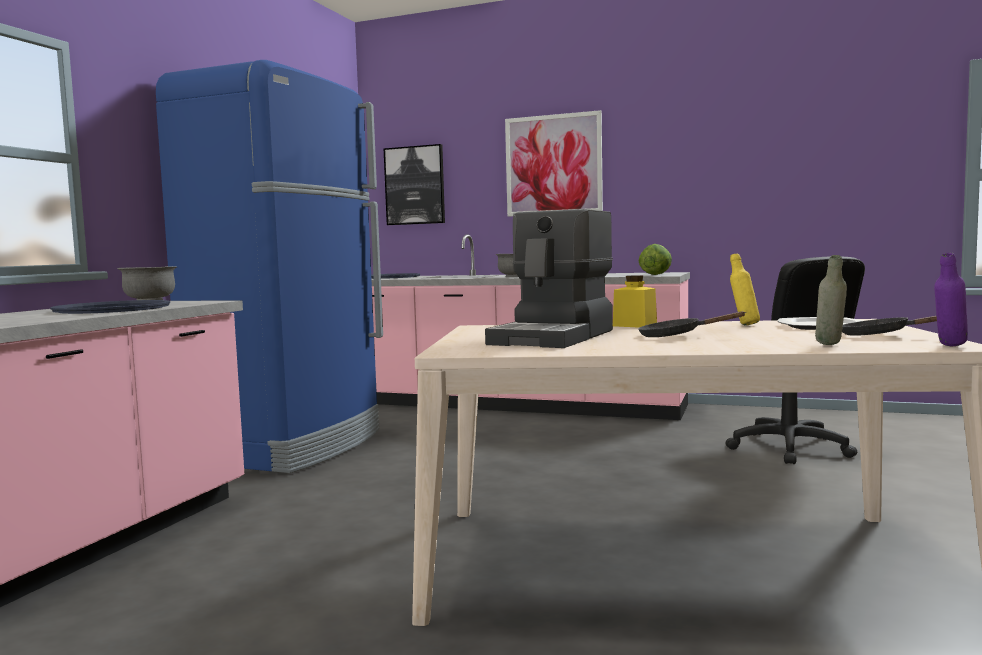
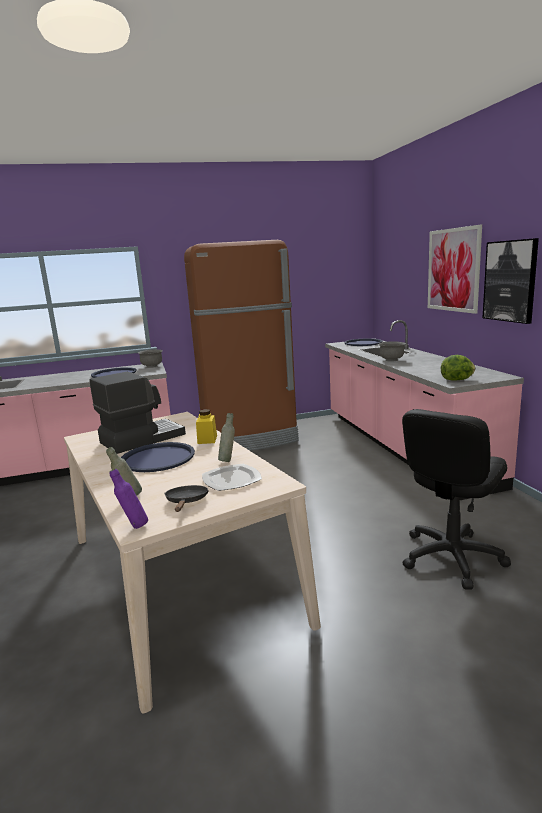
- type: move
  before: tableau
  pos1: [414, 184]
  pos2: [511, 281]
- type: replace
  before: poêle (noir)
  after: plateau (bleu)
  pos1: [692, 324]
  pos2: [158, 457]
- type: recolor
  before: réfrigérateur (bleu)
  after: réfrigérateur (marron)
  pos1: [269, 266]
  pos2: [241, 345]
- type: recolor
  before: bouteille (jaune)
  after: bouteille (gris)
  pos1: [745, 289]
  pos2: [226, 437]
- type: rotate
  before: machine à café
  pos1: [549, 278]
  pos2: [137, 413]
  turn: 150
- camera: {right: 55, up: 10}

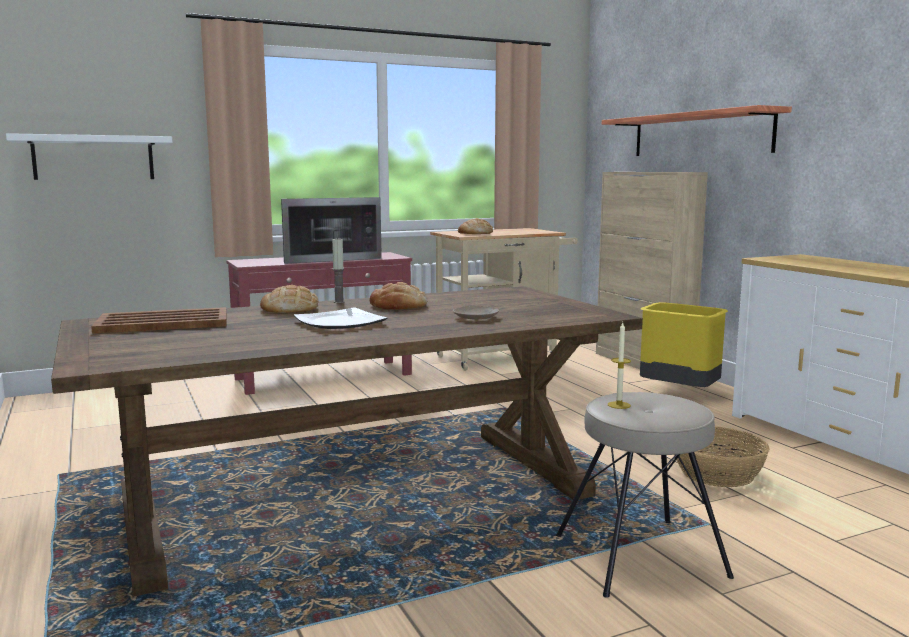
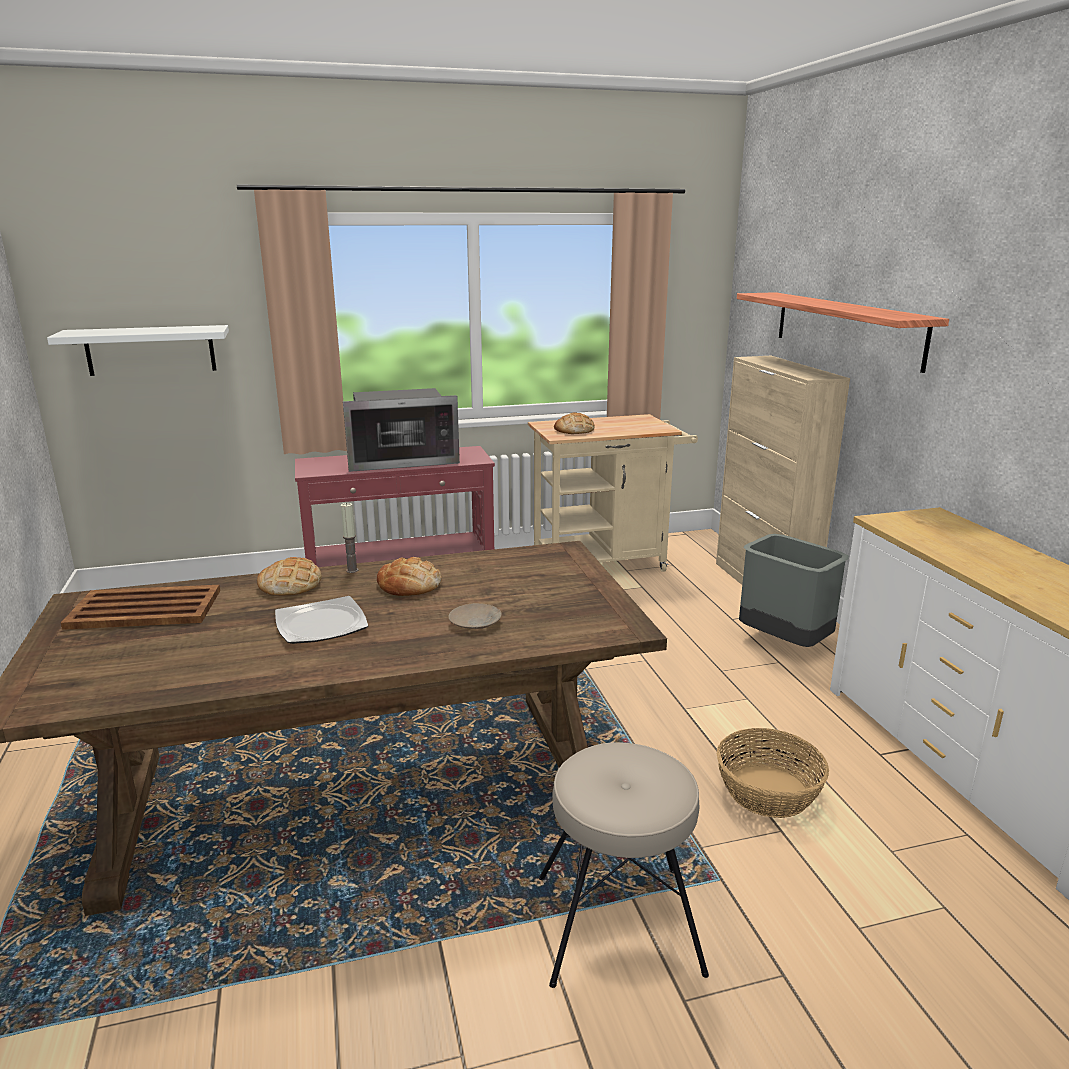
- type: delete
  before: bougie
  pos1: [619, 366]
- type: recolor
  before: poubelle (jaune)
  after: poubelle (gris)
  pos1: [684, 344]
  pos2: [794, 590]
- camera: {right: 10, up: 10}

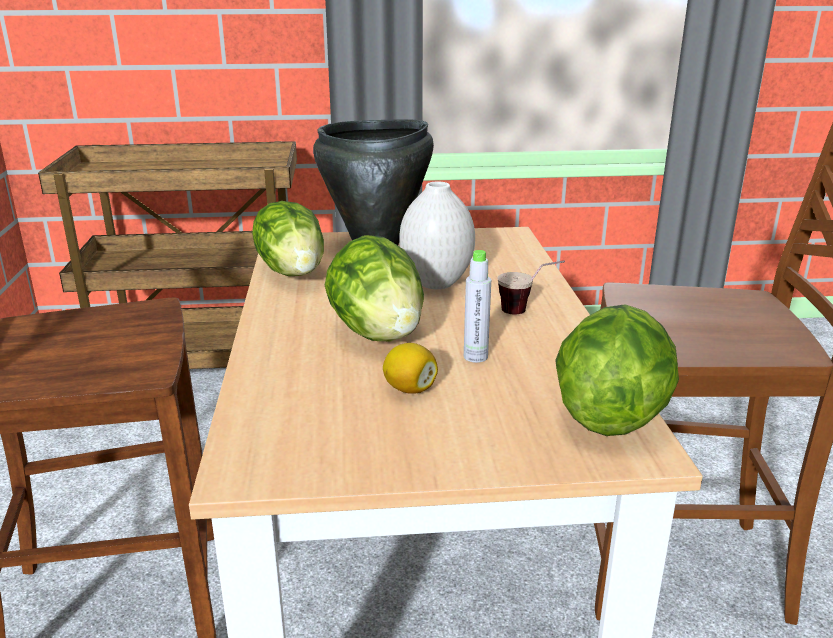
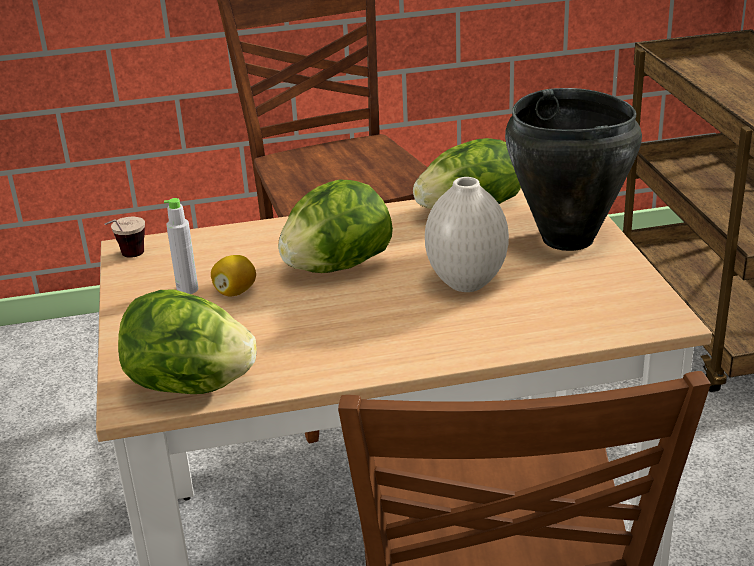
- type: move
  before: bouteille (gris)
  pos1: [477, 306]
  pos2: [181, 246]
- type: move
  before: tasse
  pos1: [531, 287]
  pos2: [125, 237]
- camera: {right: 85, up: 5}

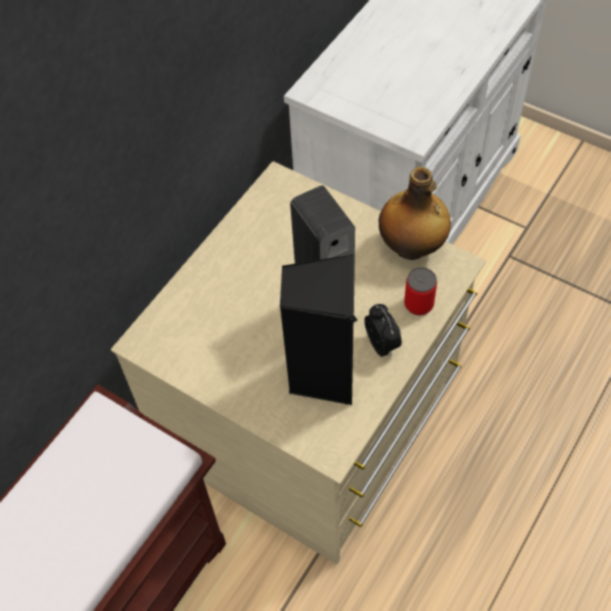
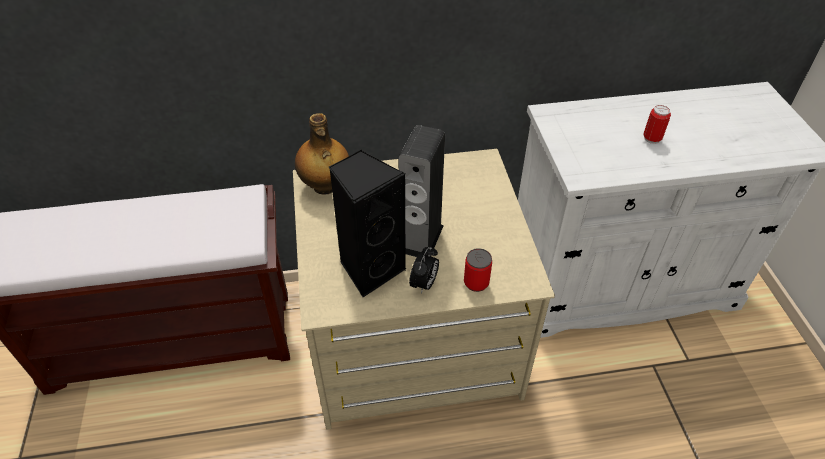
- type: insert
  after: boîte métallique
  pos2: [657, 124]
- type: move
  before: bouteille
  pos1: [414, 213]
  pos2: [322, 154]
- camera: {right: 45, up: -10}

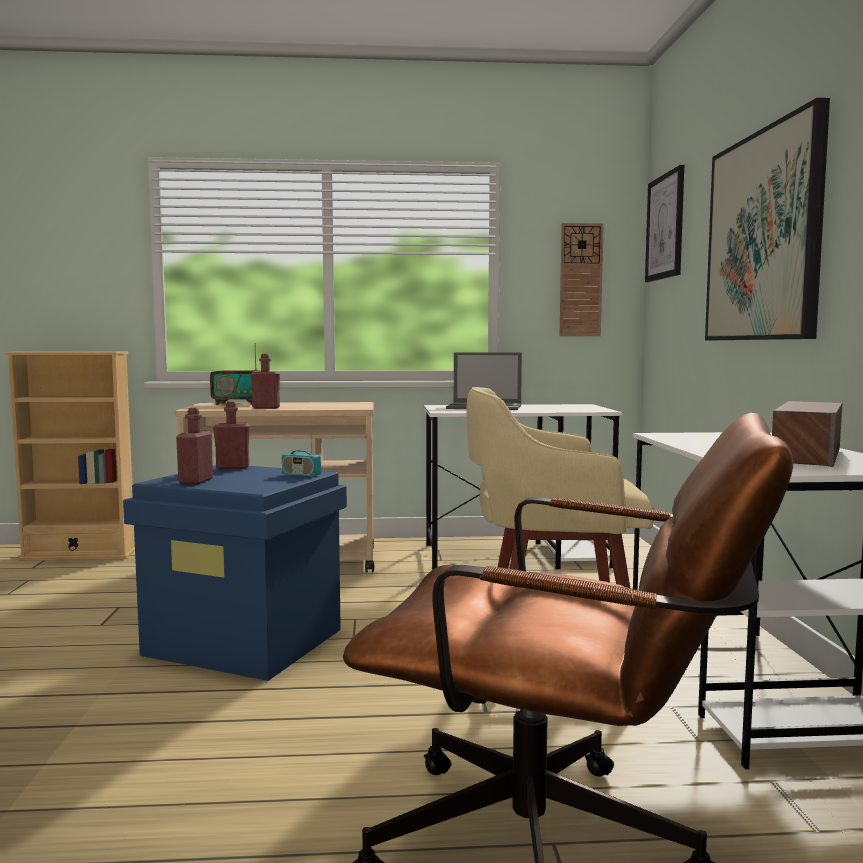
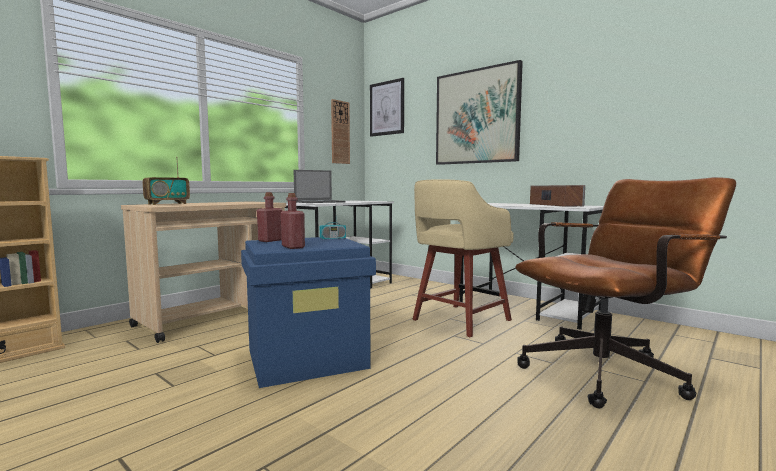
- type: delete
  before: bouteille (rouge)
  pos1: [265, 381]
- camera: {right: -45, up: 0}

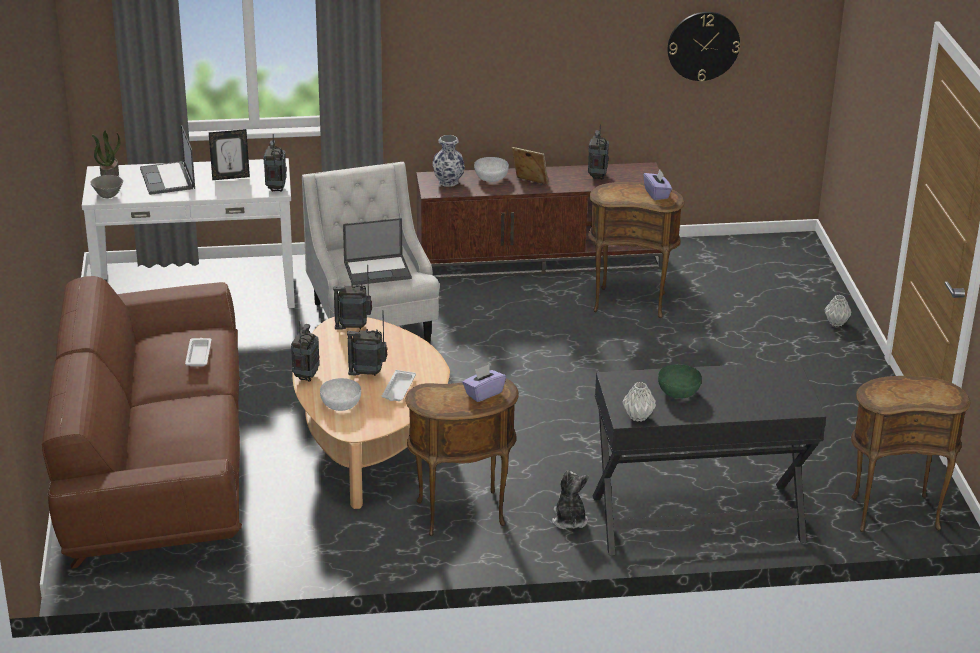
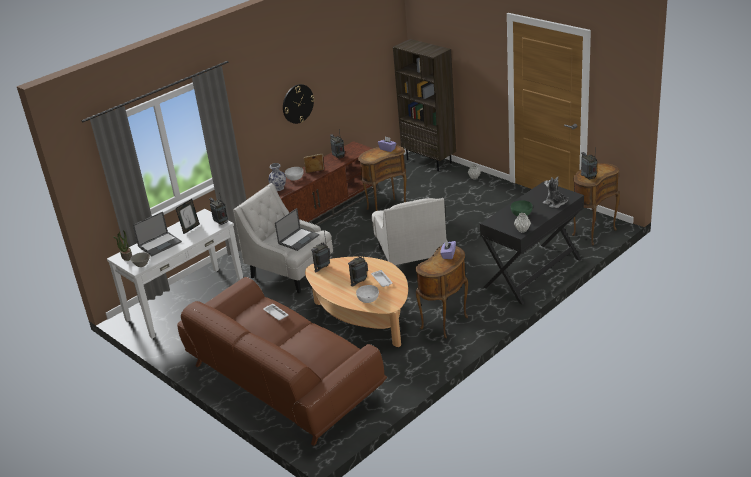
- type: insert
  after: fauteuil (blanc)
  pos2: [408, 232]
- type: insert
  after: bibliothèque (marron)
  pos2: [424, 105]
- type: move
  before: radio
  pos1: [305, 351]
  pos2: [589, 163]
- type: move
  before: peluche
  pos1: [570, 499]
  pos2: [555, 192]
- type: move
  before: horloge murale
  pos1: [704, 46]
  pos2: [299, 104]
- type: rotate
  before: ordinateur portable
  pos1: [167, 160]
  pos2: [157, 234]
  turn: -75
- camera: {right: -35, up: 0}

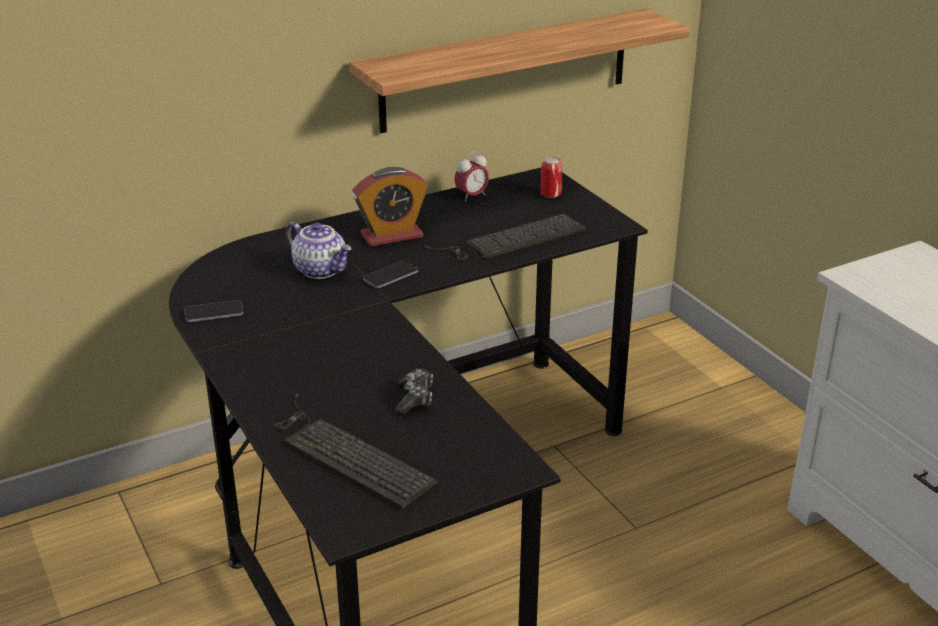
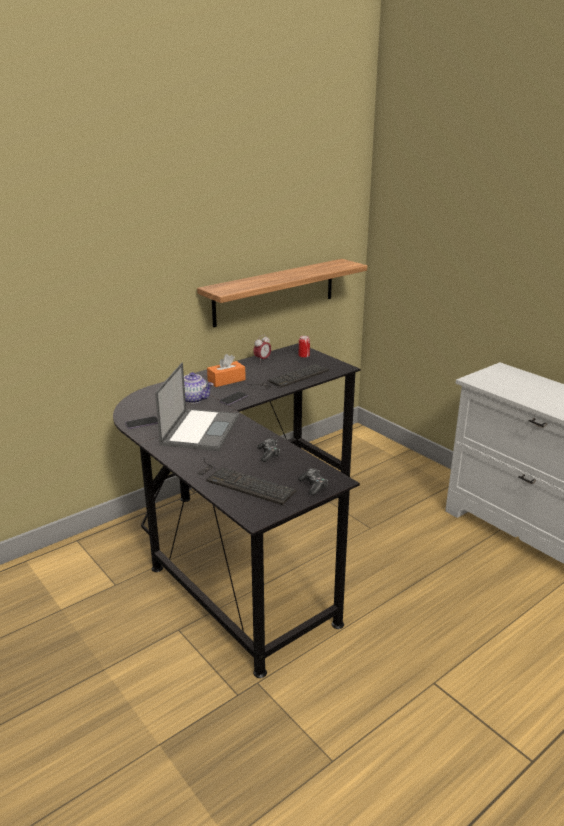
- type: insert
  after: ordinateur portable
  pos2: [197, 407]
- type: insert
  after: manette
  pos2: [313, 482]
- type: replace
  before: réveil
  after: boîte à mouchoirs (orange)
  pos1: [390, 207]
  pos2: [226, 370]
- camera: {right: -10, up: -5}

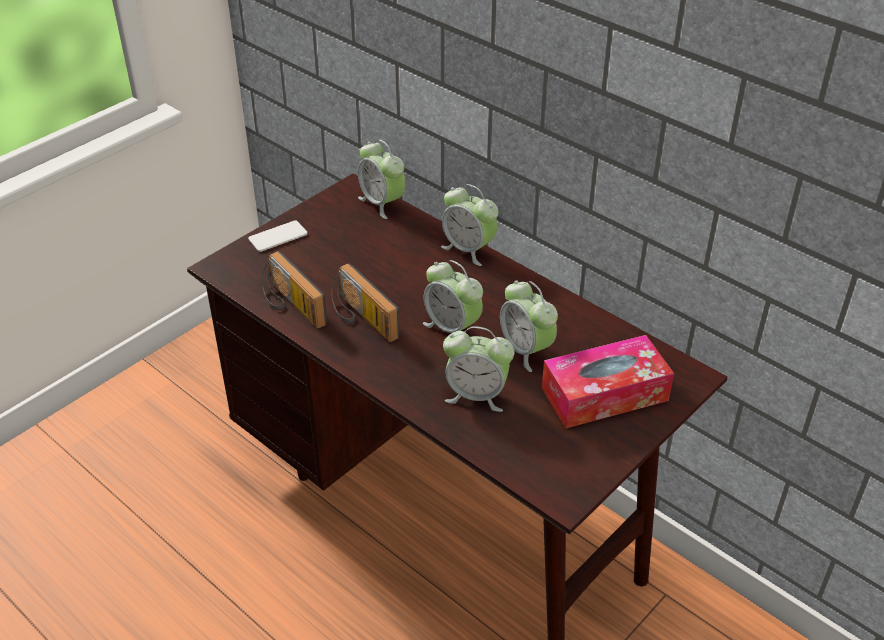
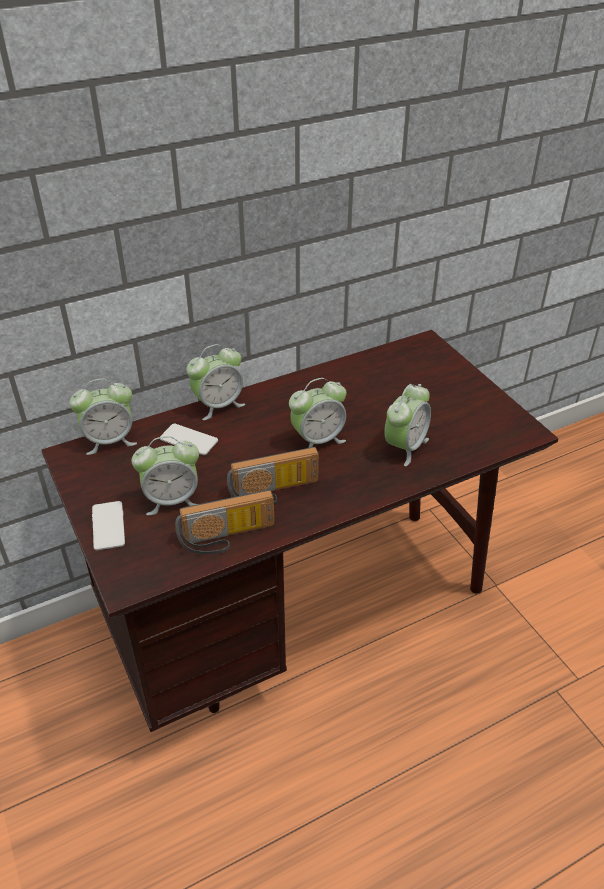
- type: delete
  before: boîte à mouchoirs
  pos1: [608, 381]
- type: insert
  after: téléphone
  pos2: [189, 439]
- type: move
  before: réveil
  pos1: [529, 326]
  pos2: [165, 475]
- camera: {right: -70, up: 0}

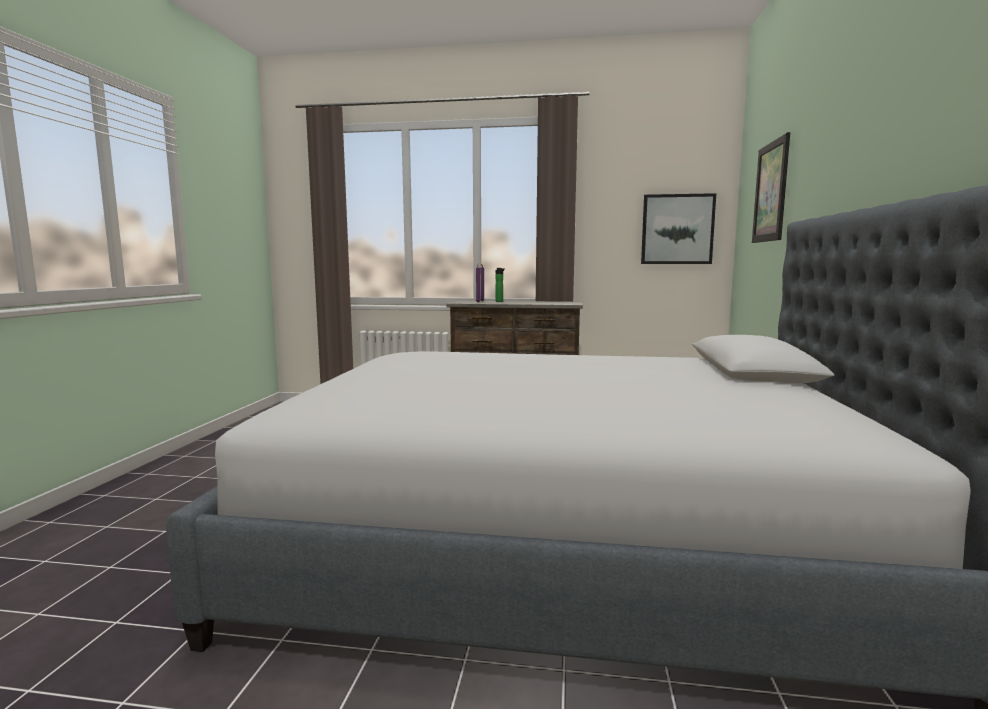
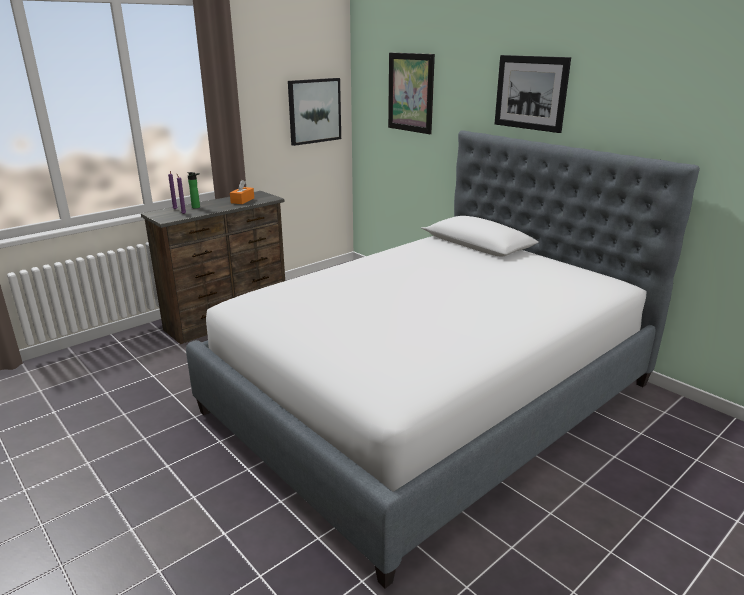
- type: insert
  after: boîte à mouchoirs (orange)
  pos2: [242, 192]
- type: insert
  after: tableau
  pos2: [533, 94]
- camera: {right: -50, up: 15}

